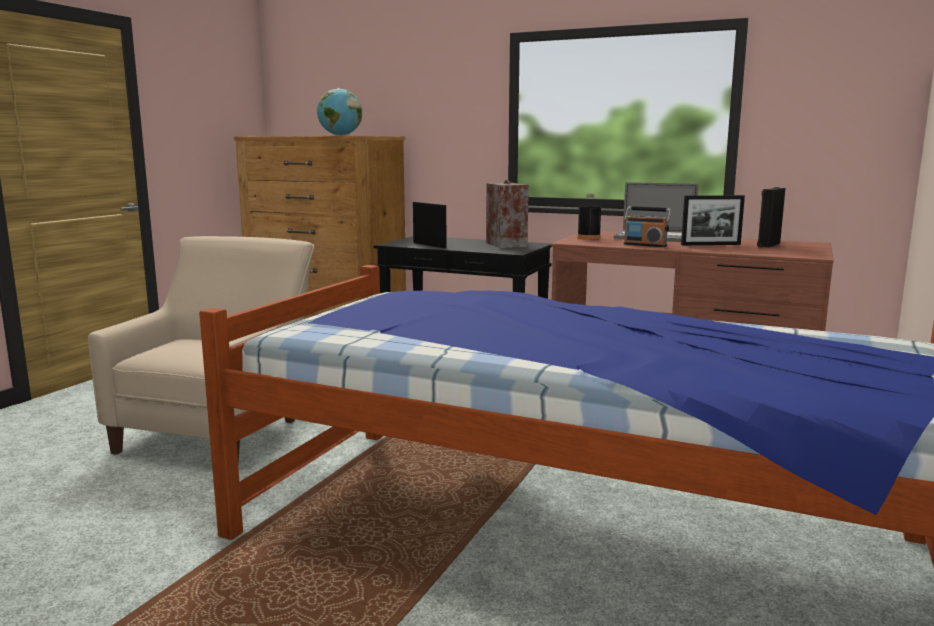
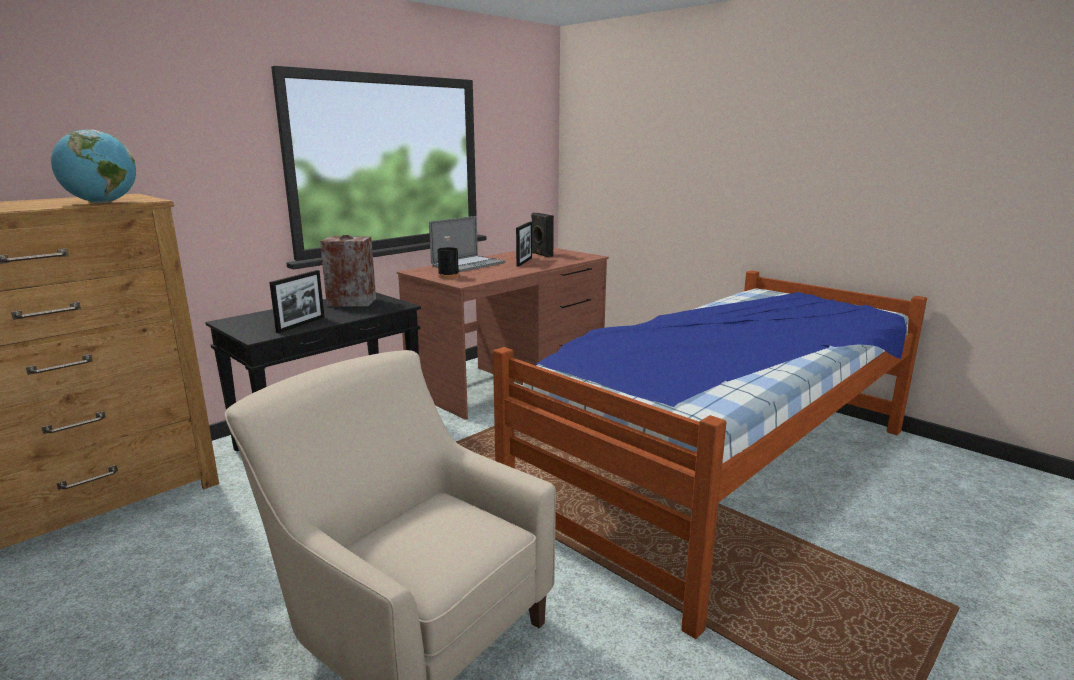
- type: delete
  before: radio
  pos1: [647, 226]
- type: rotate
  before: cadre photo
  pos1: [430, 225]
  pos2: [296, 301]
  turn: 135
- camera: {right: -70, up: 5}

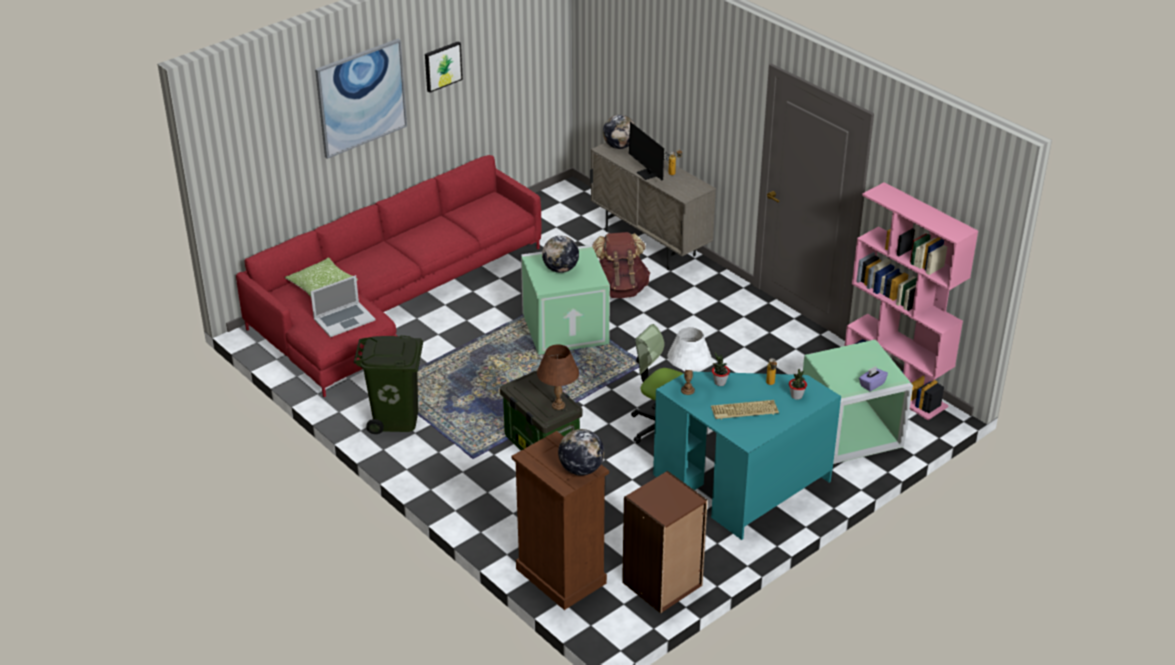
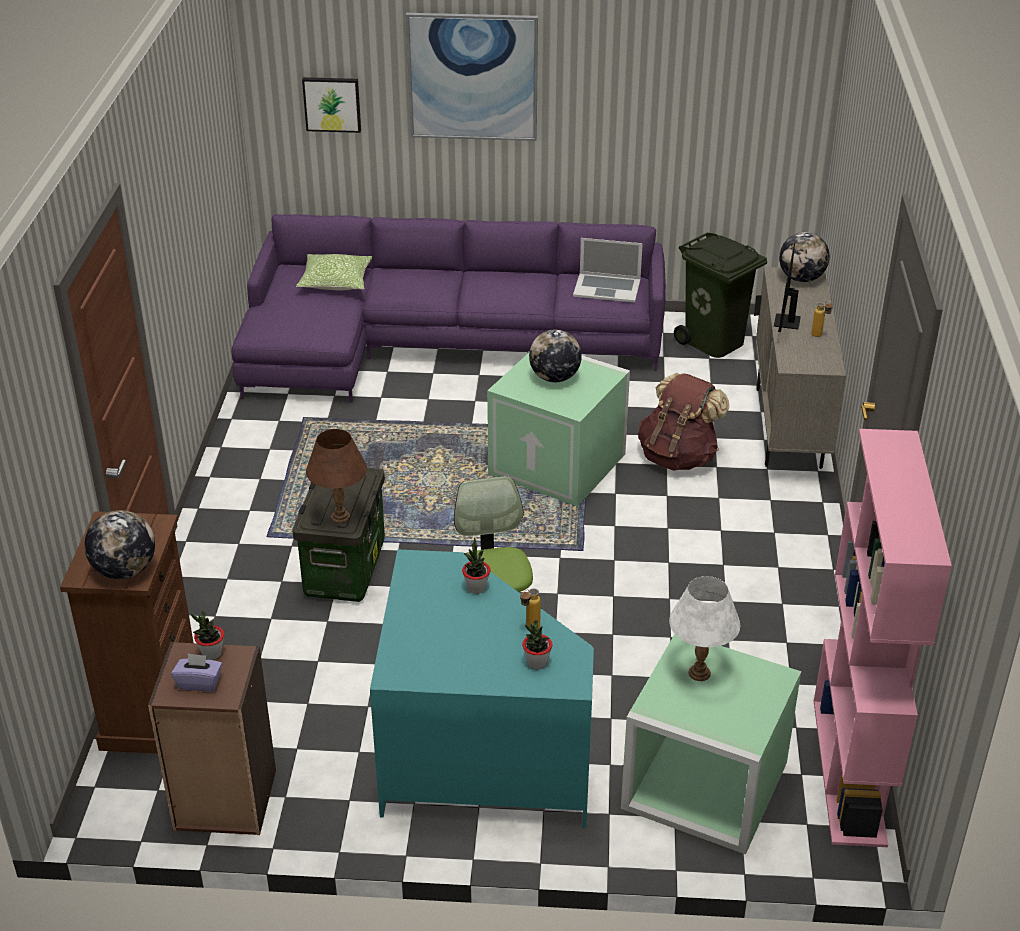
- type: delete
  before: clavier
  pos1: [745, 410]
- type: insert
  after: plante en pot
  pos2: [207, 635]
- type: move
  before: ordinateur portable
  pos1: [342, 306]
  pos2: [608, 270]
- type: move
  before: poubelle (vert)
  pos1: [388, 384]
  pos2: [720, 295]
- type: move
  before: tableau
  pos1: [444, 67]
  pos2: [331, 105]
- type: move
  before: lampe de table (blanc)
  pos1: [689, 361]
  pos2: [704, 628]
- type: move
  before: boîte à mouchoirs (violet)
  pos1: [873, 378]
  pos2: [196, 672]
- type: recolor
  before: canapé (rouge)
  after: canapé (violet)
  pos1: [388, 276]
  pos2: [448, 308]
- camera: {right: 45, up: 0}

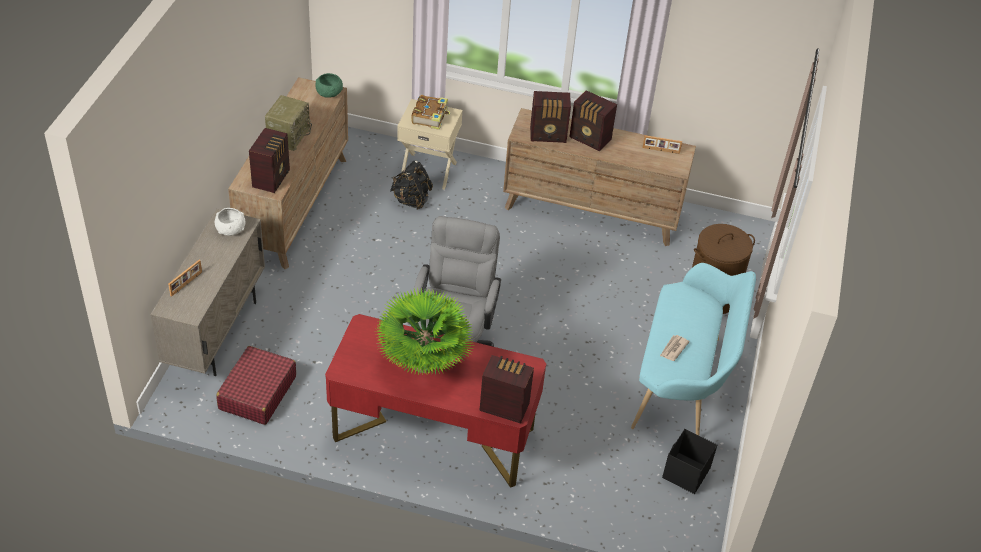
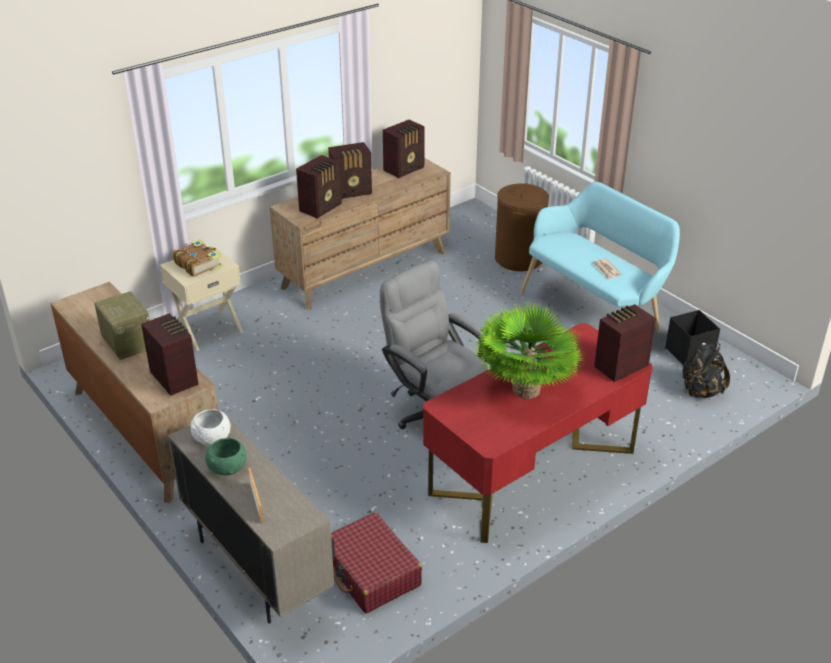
- type: move
  before: bol (vert)
  pos1: [329, 85]
  pos2: [226, 457]
- type: move
  before: sac à dos (noir)
  pos1: [411, 185]
  pos2: [706, 370]
- type: replace
  before: cadre photo
  after: radio
  pos1: [662, 144]
  pos2: [404, 149]
- camera: {right: -50, up: -10}

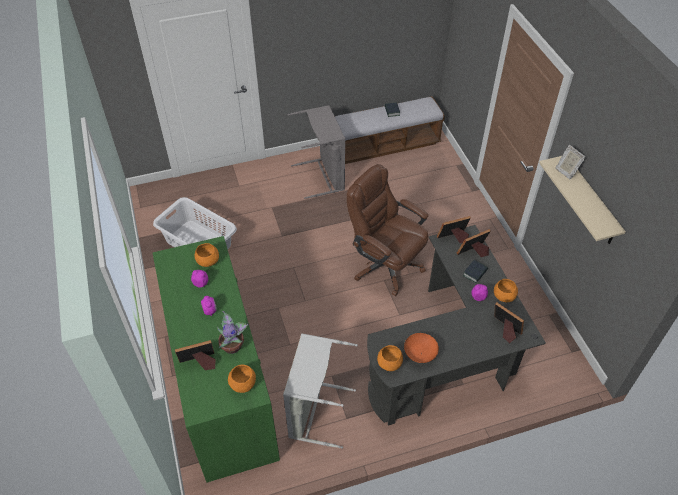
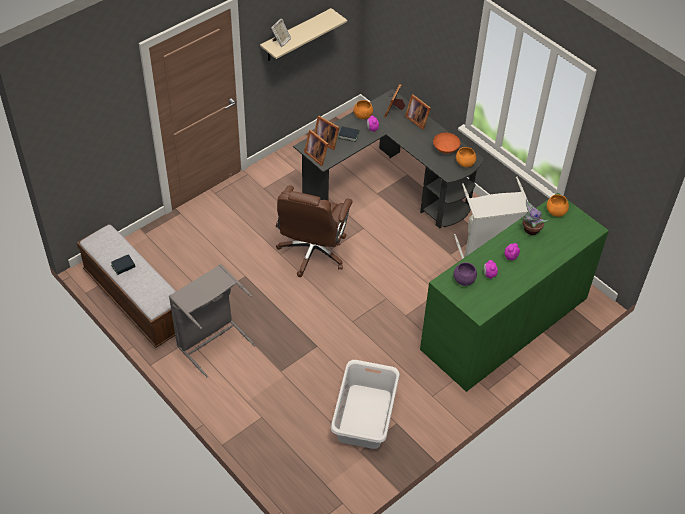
- type: move
  before: cadre photo
  pos1: [195, 355]
  pos2: [418, 112]
- type: recolor
  before: bol (orange)
  after: bol (violet)
  pos1: [207, 255]
  pos2: [465, 274]
- camera: {right: -115, up: 0}

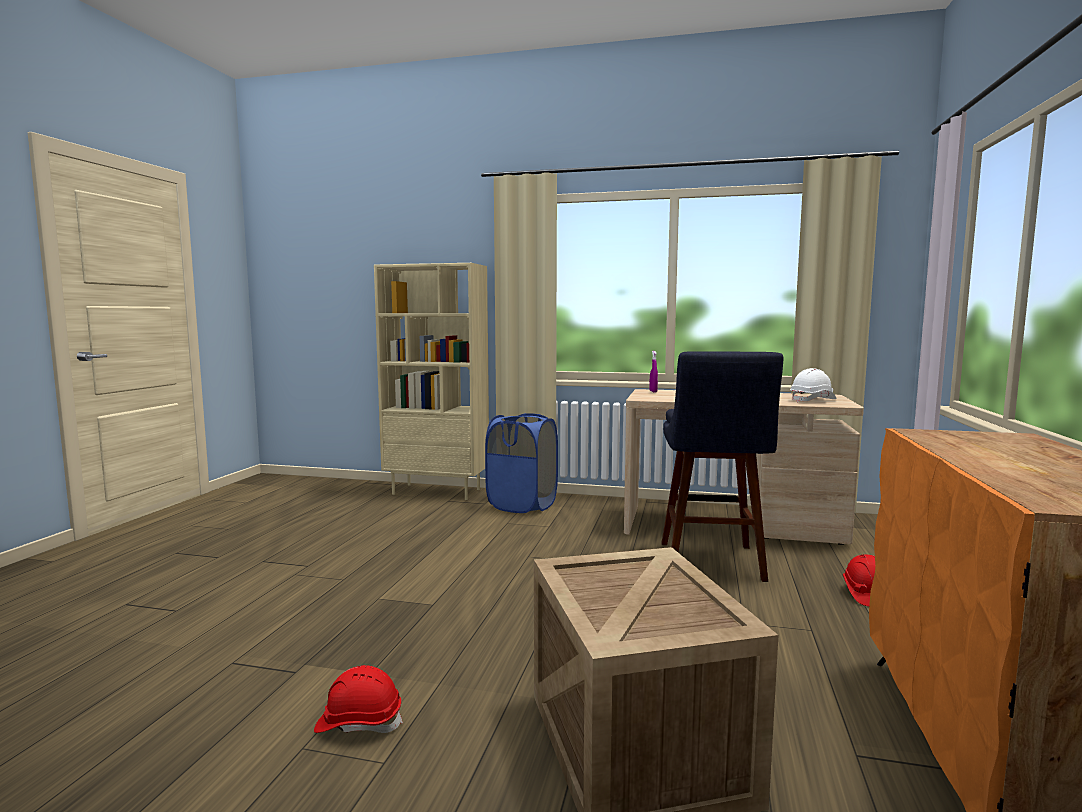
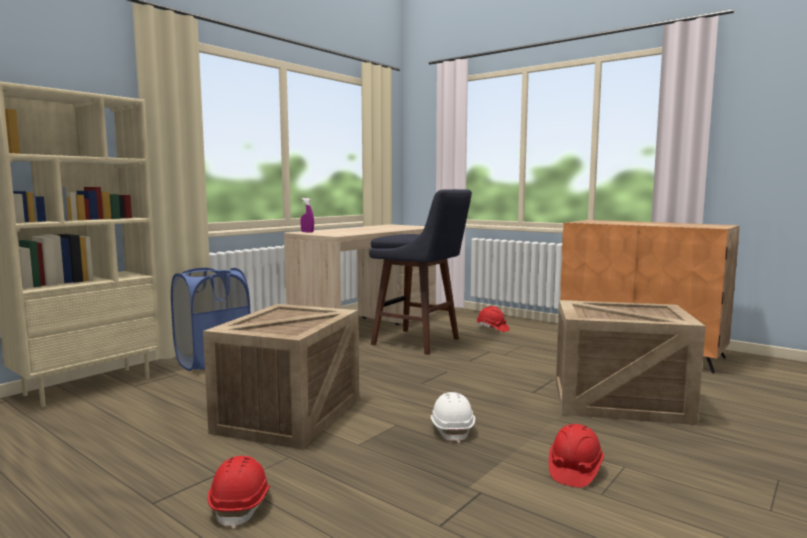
- type: insert
  after: caisse
  pos2: [281, 377]
- type: insert
  after: casque de chantier (rouge)
  pos2: [238, 492]
- type: move
  before: casque de chantier (blanc)
  pos1: [813, 385]
  pos2: [452, 417]
- camera: {right: -65, up: 0}

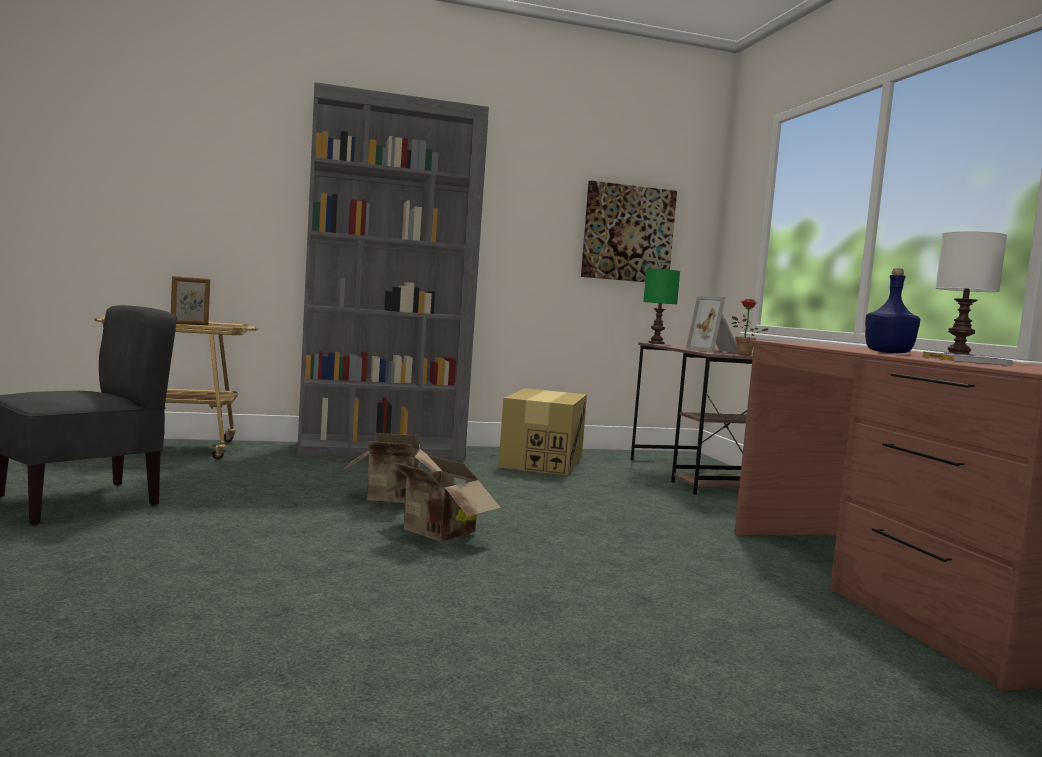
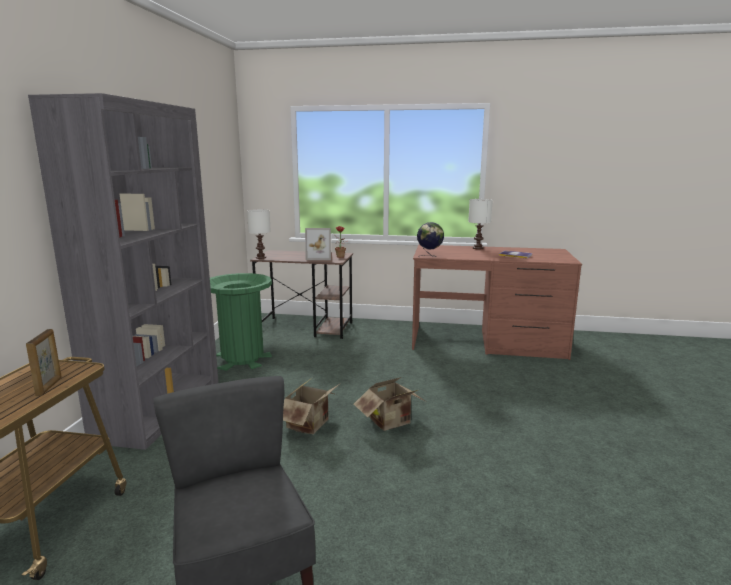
- type: delete
  before: tableau
  pos1: [629, 231]
- type: delete
  before: bouteille (bleu)
  pos1: [892, 310]
- type: insert
  after: globe
  pos2: [430, 239]
- type: replace
  before: carton
  after: poubelle (vert)
  pos1: [542, 432]
  pos2: [241, 322]
- type: recolor
  before: lampe de table (vert)
  after: lampe de table (blanc)
  pos1: [661, 306]
  pos2: [259, 234]
- camera: {right: -65, up: 10}

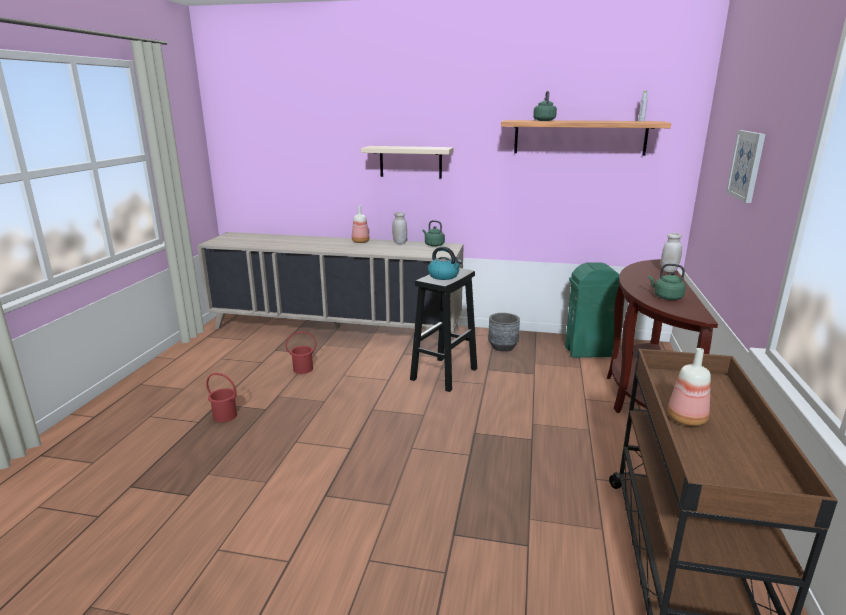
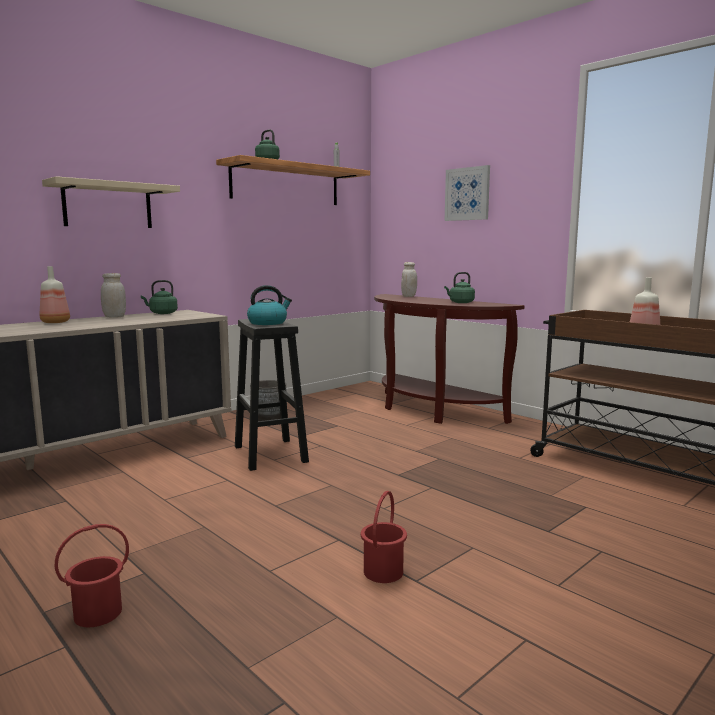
- type: delete
  before: poubelle (vert)
  pos1: [592, 310]
- type: move
  before: seau (rouge)
  pos1: [301, 352]
  pos2: [384, 537]
- camera: {right: -55, up: -10}

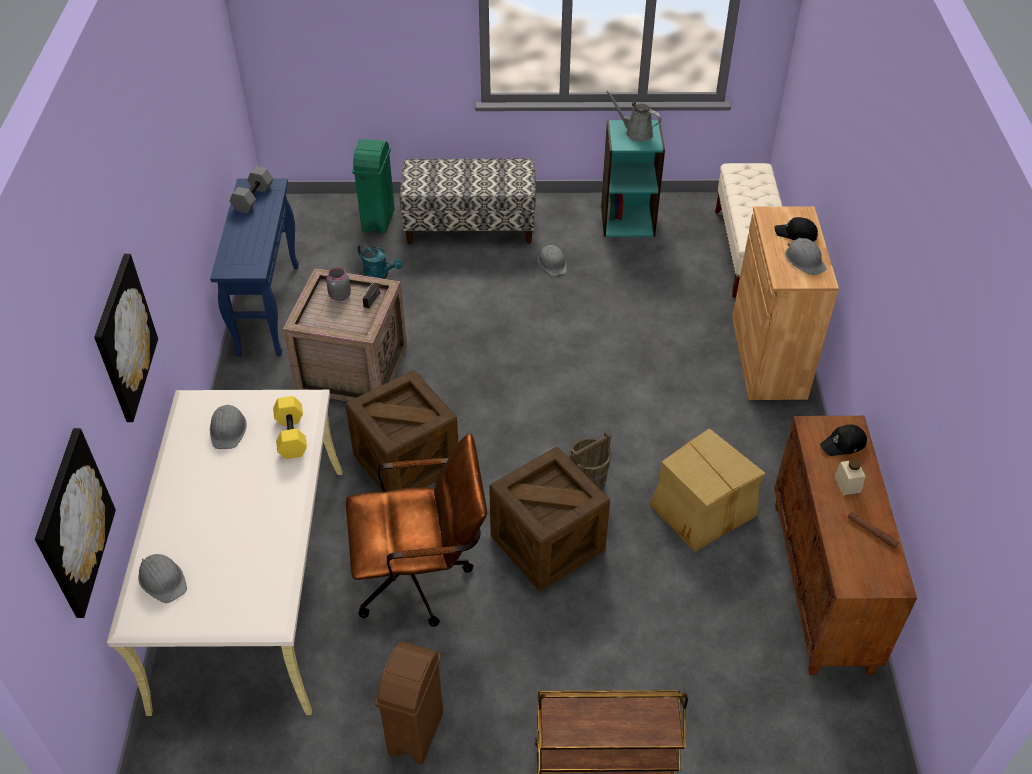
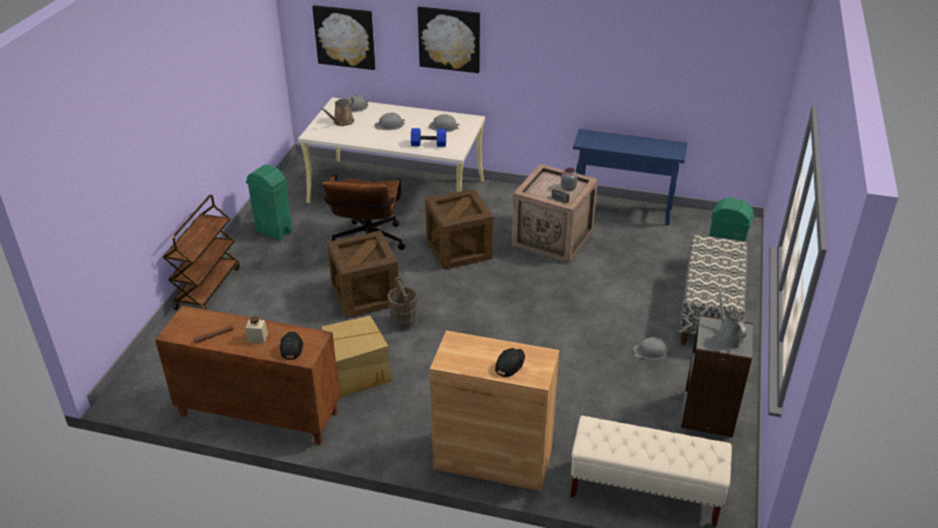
- type: delete
  before: haltère (gris)
  pos1: [251, 189]
- type: delete
  before: arrosoir (turquoise)
  pos1: [380, 261]
- type: insert
  after: arrosoir (marron)
  pos2: [337, 111]
- type: move
  before: casque de chantier (gris)
  pos1: [805, 256]
  pos2: [390, 121]
- type: recolor
  before: haltère (jaune)
  after: haltère (bleu)
  pos1: [290, 427]
  pos2: [428, 137]
- type: recolor
  before: poubelle (marron)
  after: poubelle (vert)
  pos1: [409, 703]
  pos2: [269, 203]
- type: recolor
  before: bibliothèque (turquoise)
  after: bibliothèque (gris)
  pos1: [633, 178]
  pos2: [717, 376]
- type: rotate
  before: arrosoir (gris)
  pos1: [634, 116]
  pos2: [731, 317]
  turn: -60
- camera: {right: 105, up: -10}

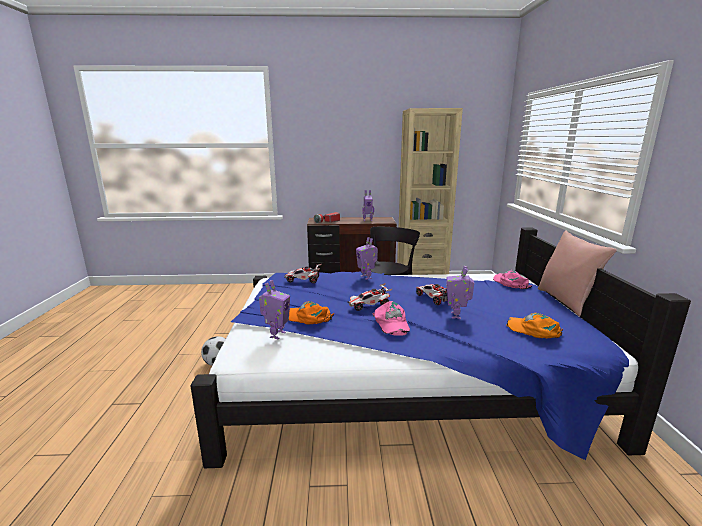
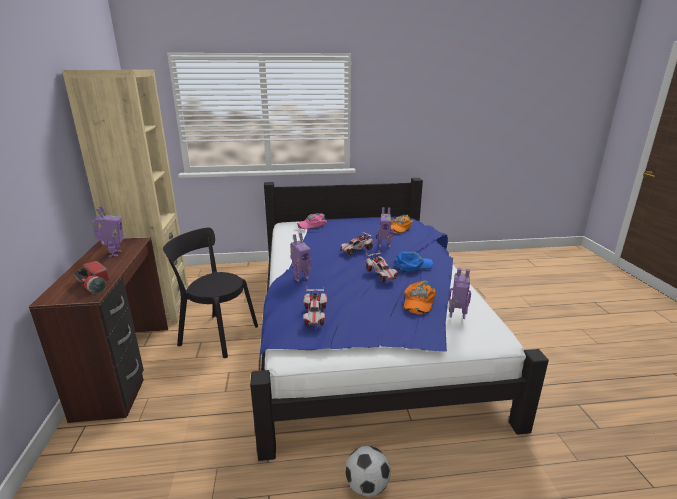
- type: delete
  before: coussin (rose)
  pos1: [577, 273]
- type: recolor
  before: casquette (rose)
  after: casquette (bleu)
  pos1: [391, 318]
  pos2: [414, 262]
- camera: {right: -95, up: 5}

